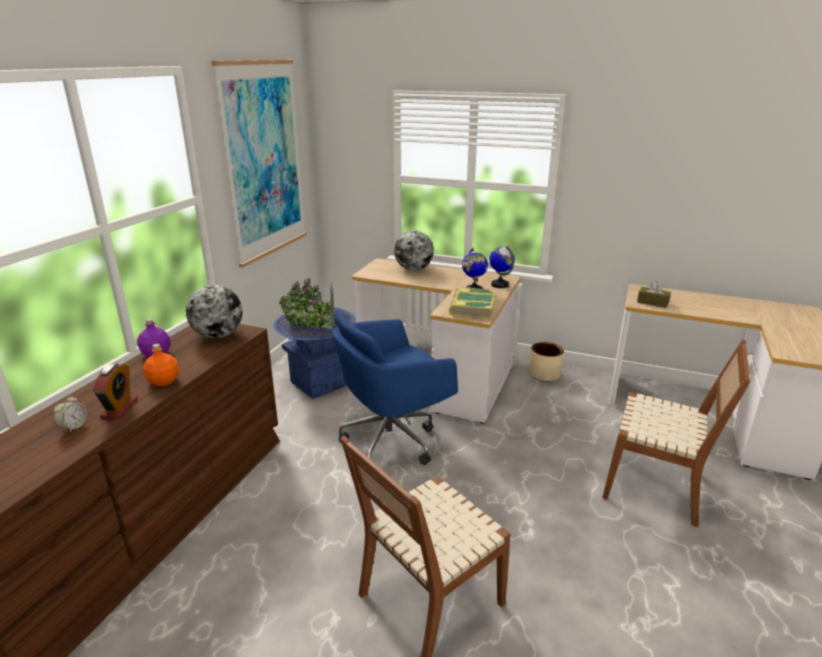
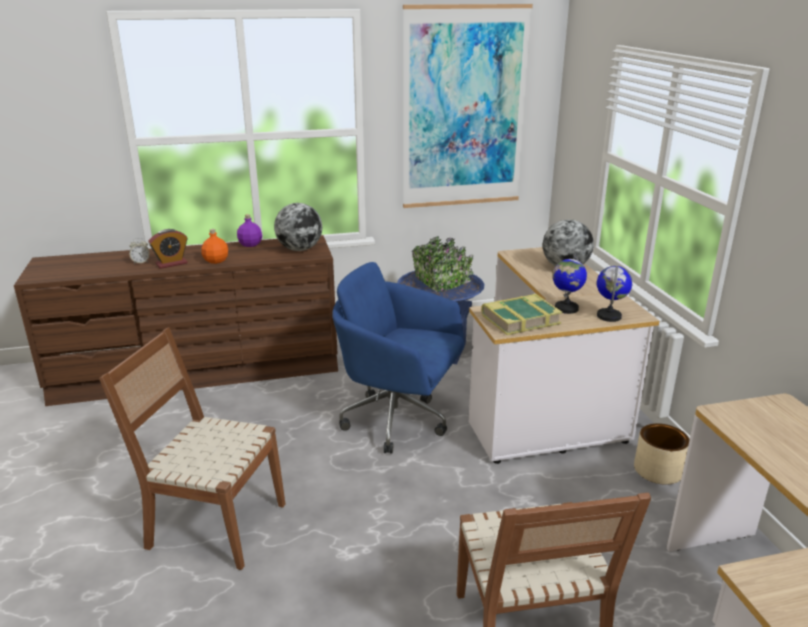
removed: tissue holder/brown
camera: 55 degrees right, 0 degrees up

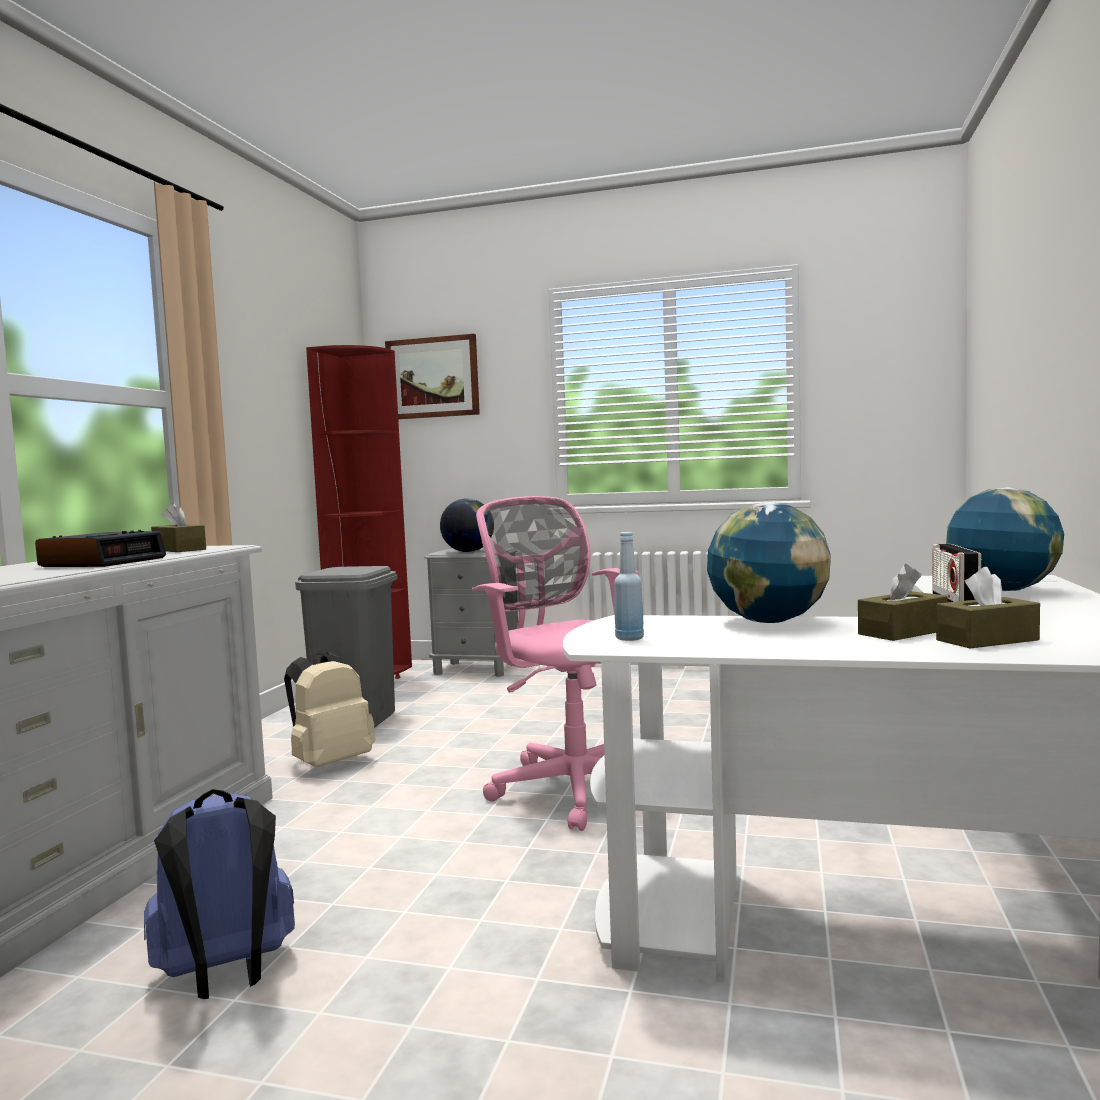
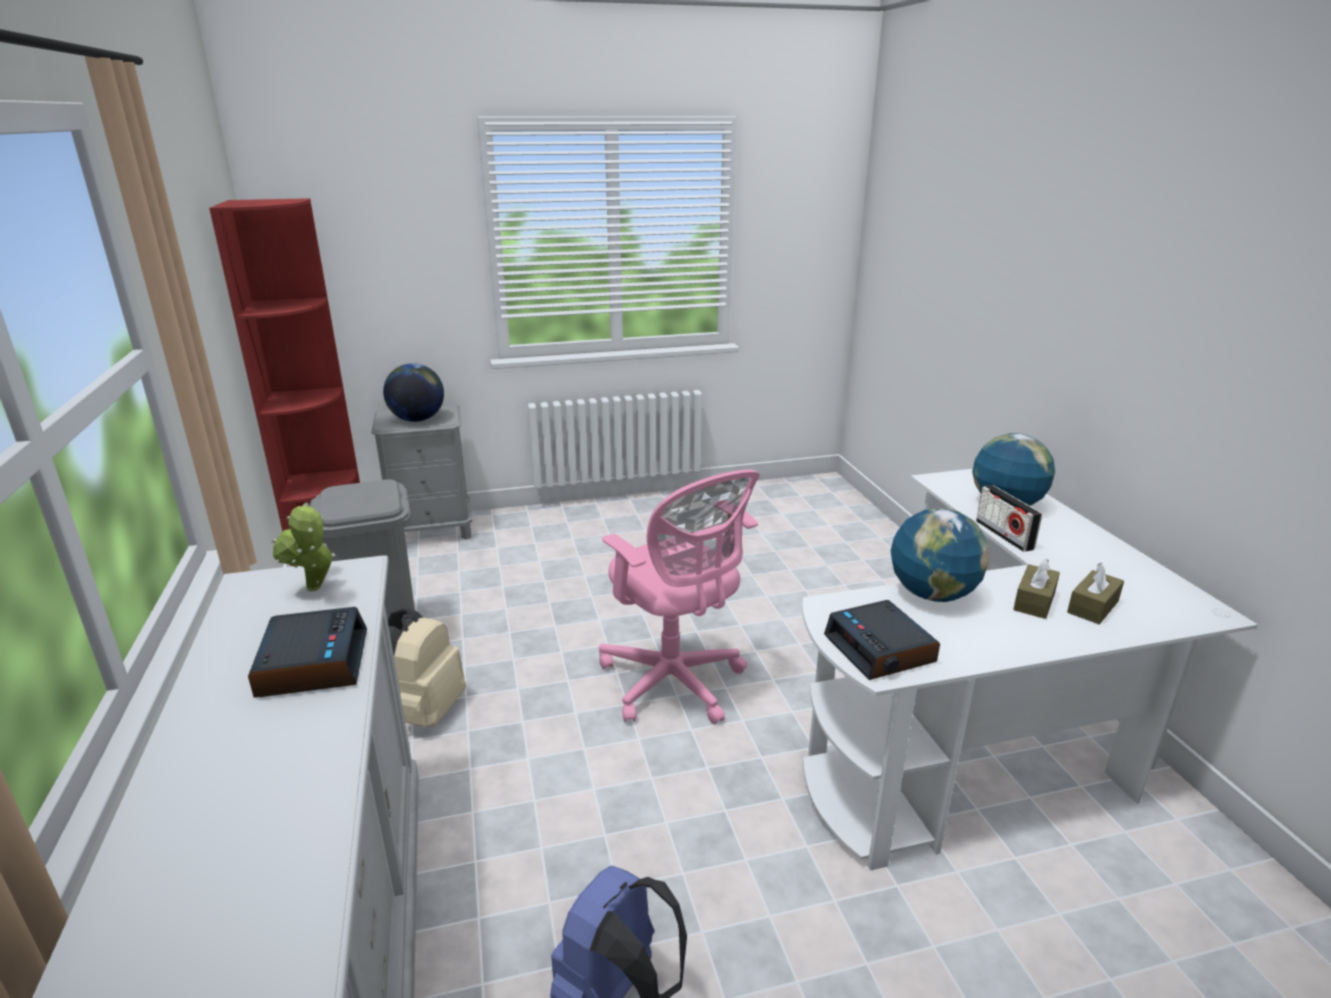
removed: wall picture
replaced: tissue holder/brown (1st from left) to houseplant; drink bottle/blue-coloured to table clock (2nd from left)
turned: computer chair/pink 150 degrees counterclockwise
camera: 30 degrees left, 20 degrees up

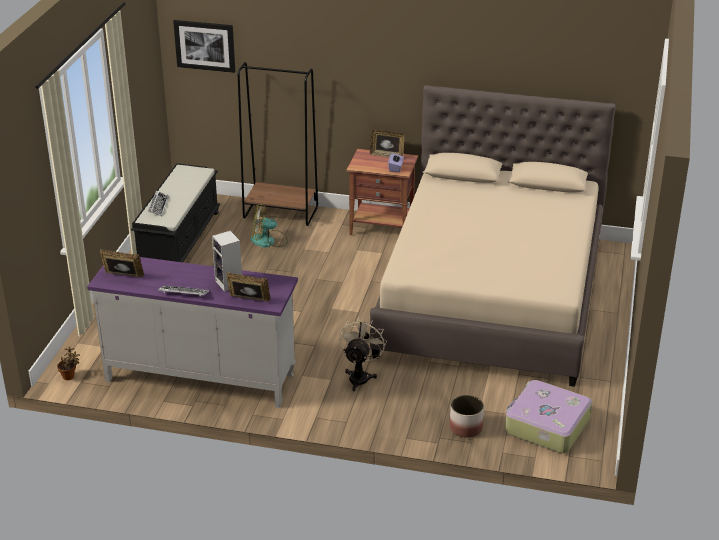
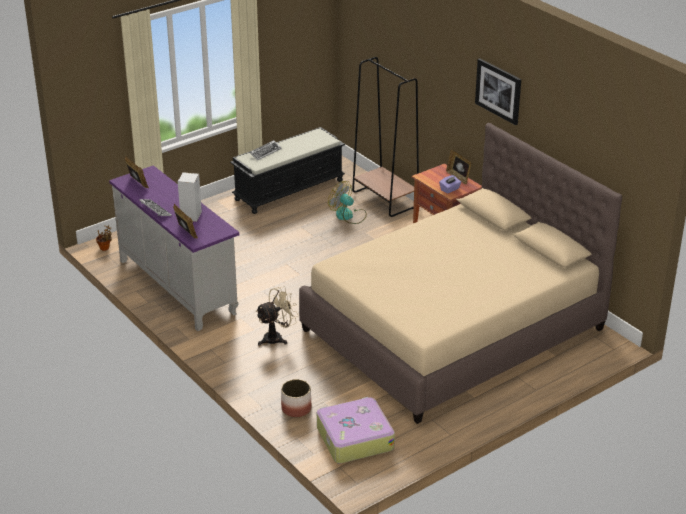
moved: wall picture
camera: 40 degrees right, 0 degrees up

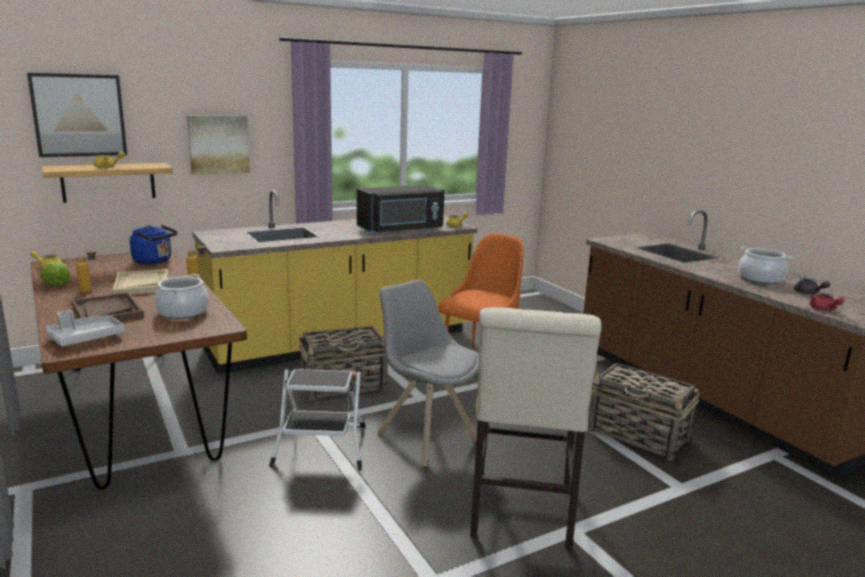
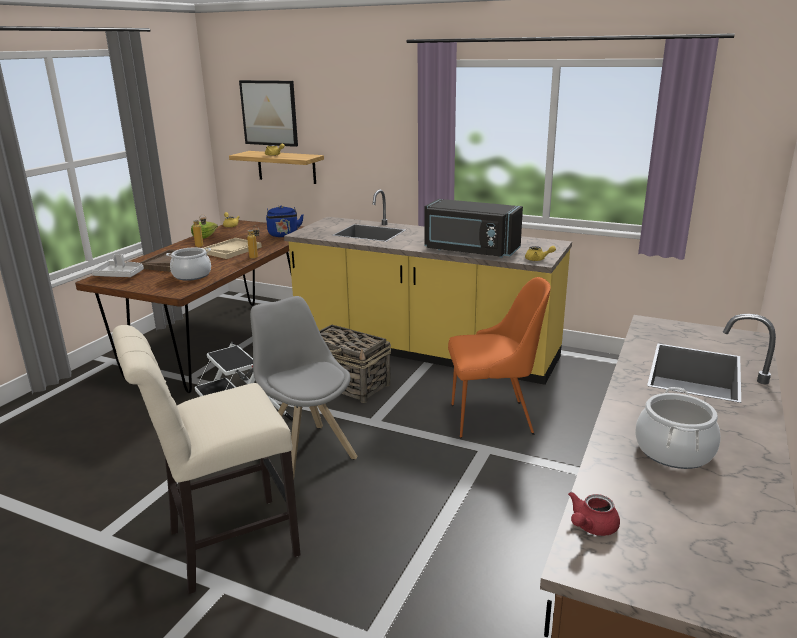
removed: wall picture (2nd from left); teapot/gray; household basket (2nd from left)
turned: upright chair/gray 45 degrees counterclockwise
camera: 55 degrees right, 5 degrees up

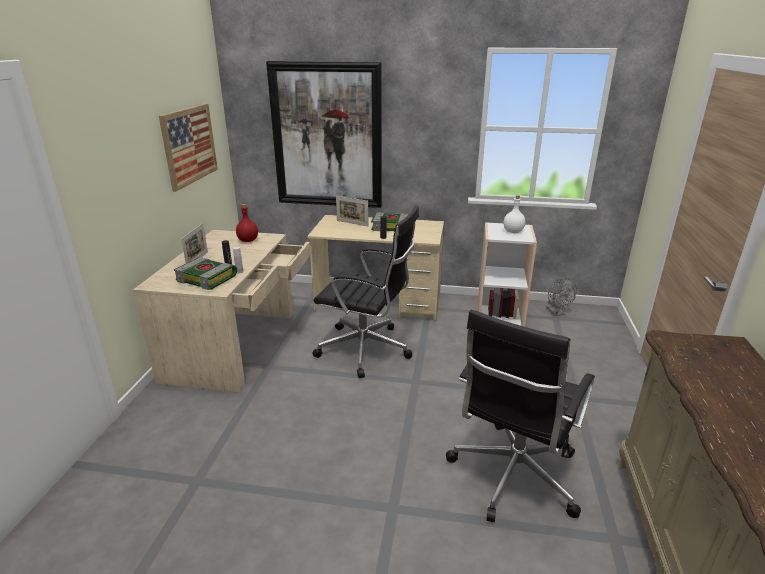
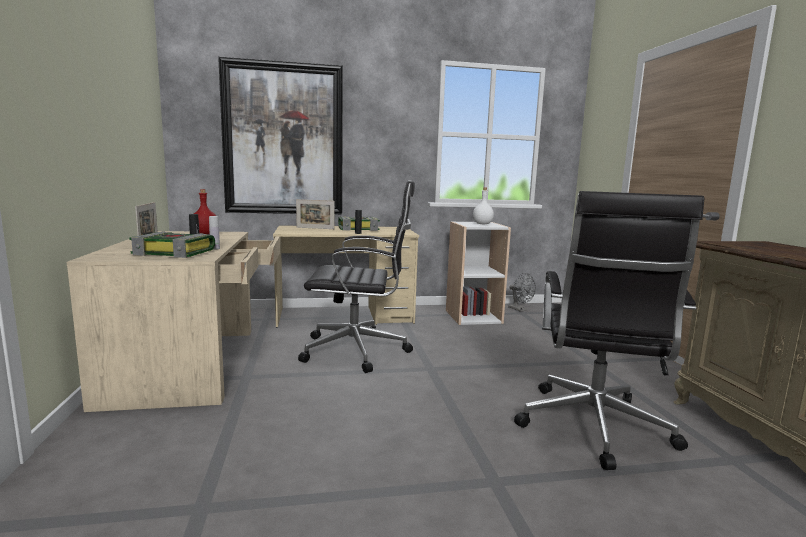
removed: wall picture (1st from left)
camera: 20 degrees left, 15 degrees down

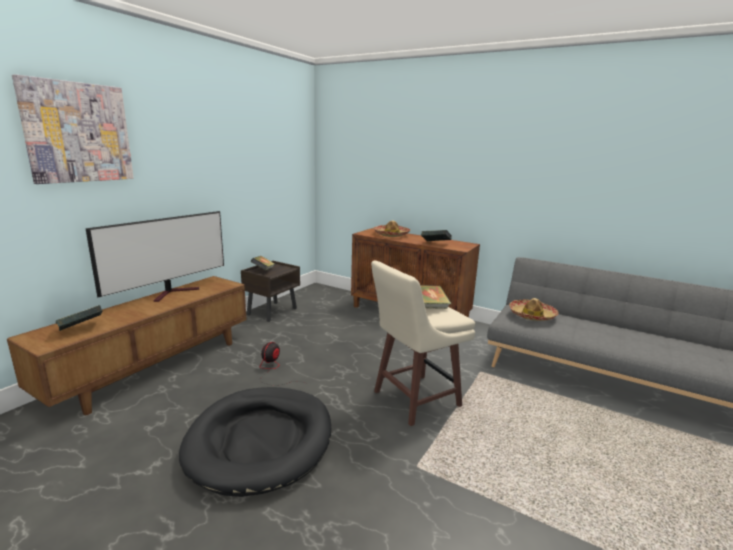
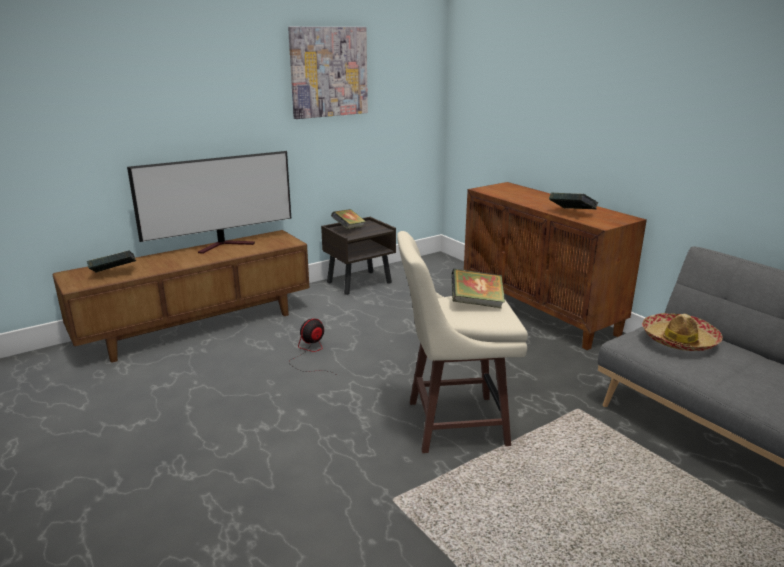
removed: wearable hat (1st from left); dog cushion/blackish
moved: wall picture
camera: 25 degrees right, 5 degrees up

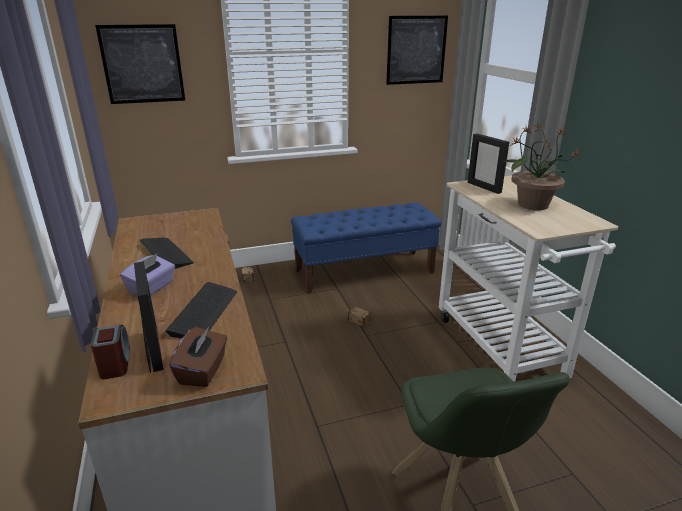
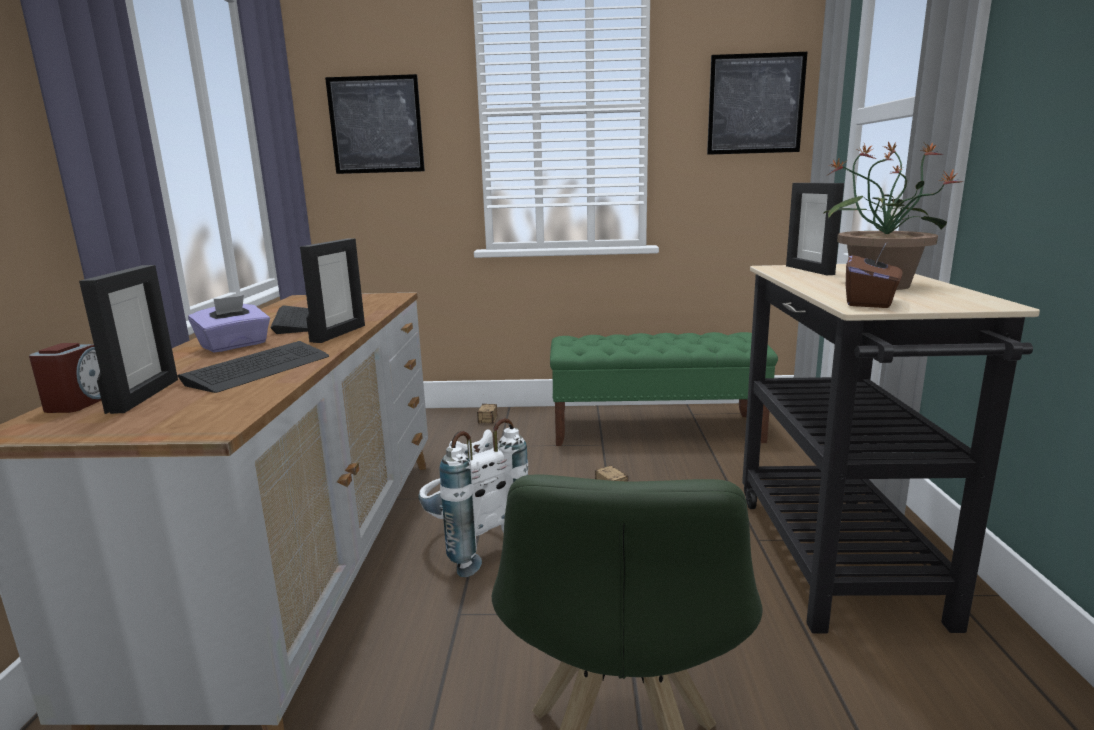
added: standing frame (2nd from left); knapsack/whitish
moved: tissue holder/brown
recoloured: cart/whitish to cart/blackish; long seat/blue-coloured to long seat/green-coloured
camera: 20 degrees right, 10 degrees down

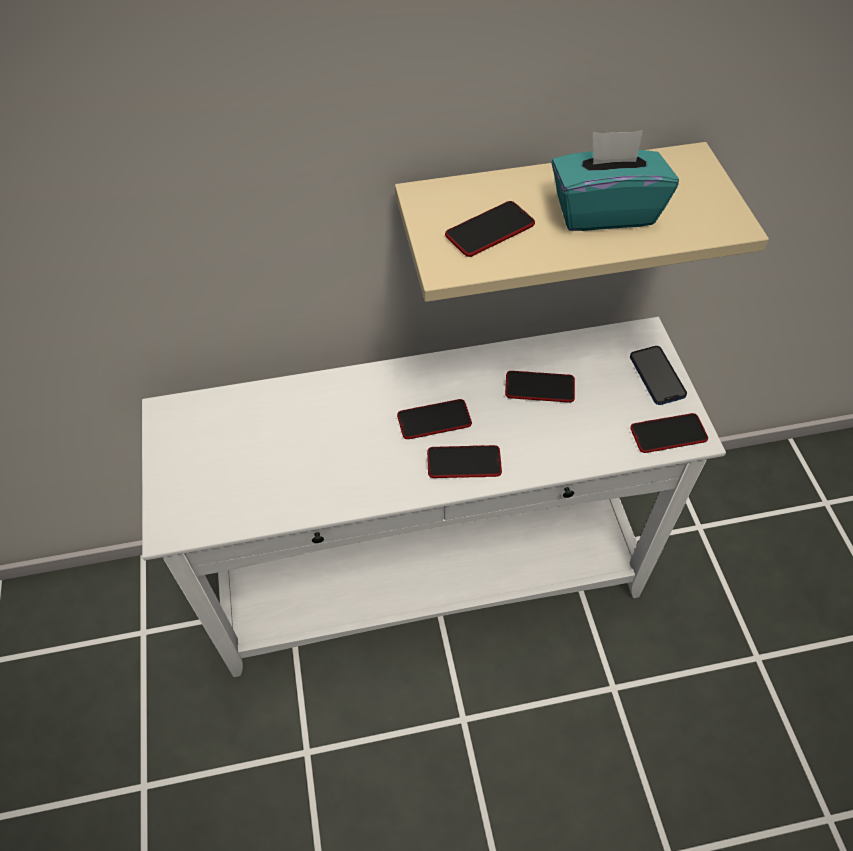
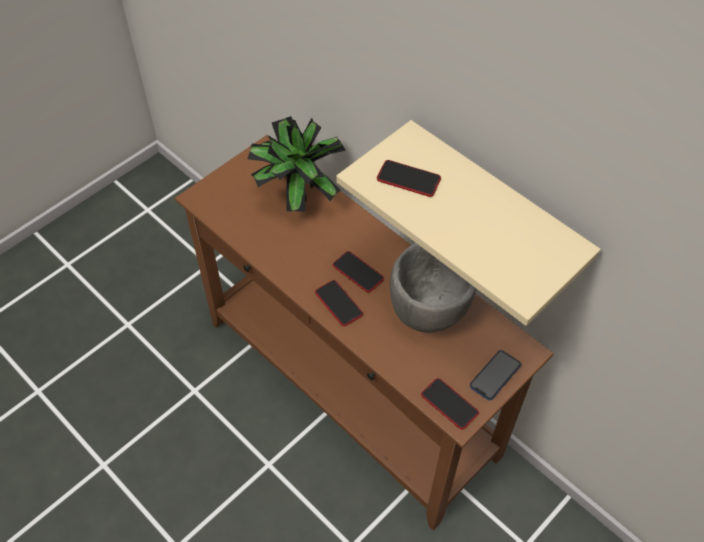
removed: tissue holder/turquoise-coloured
added: houseplant
replaced: telephone (4th from left) to serving bowl/gray
recoloured: narrow table/whitish to narrow table/brown
camera: 55 degrees right, 0 degrees up

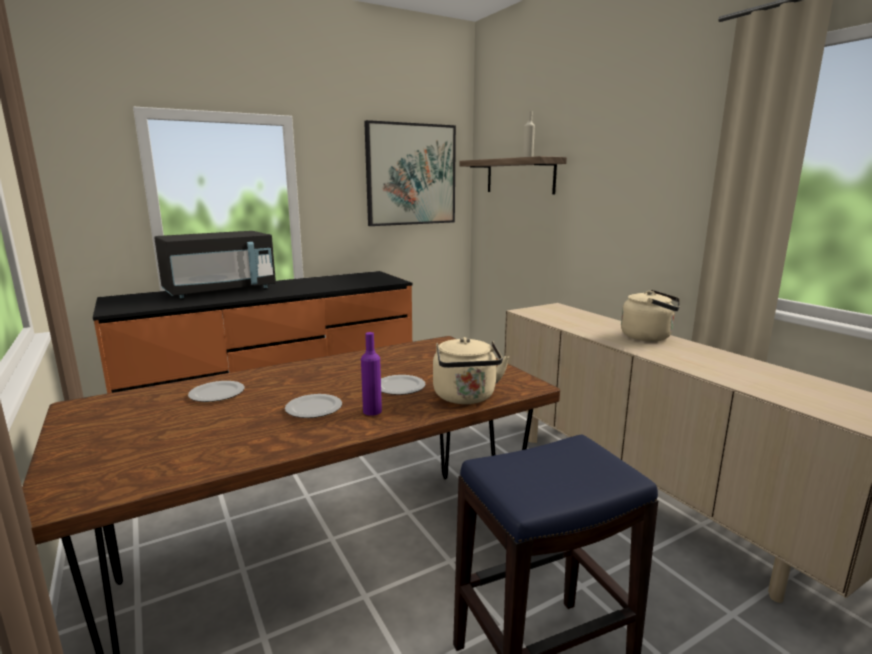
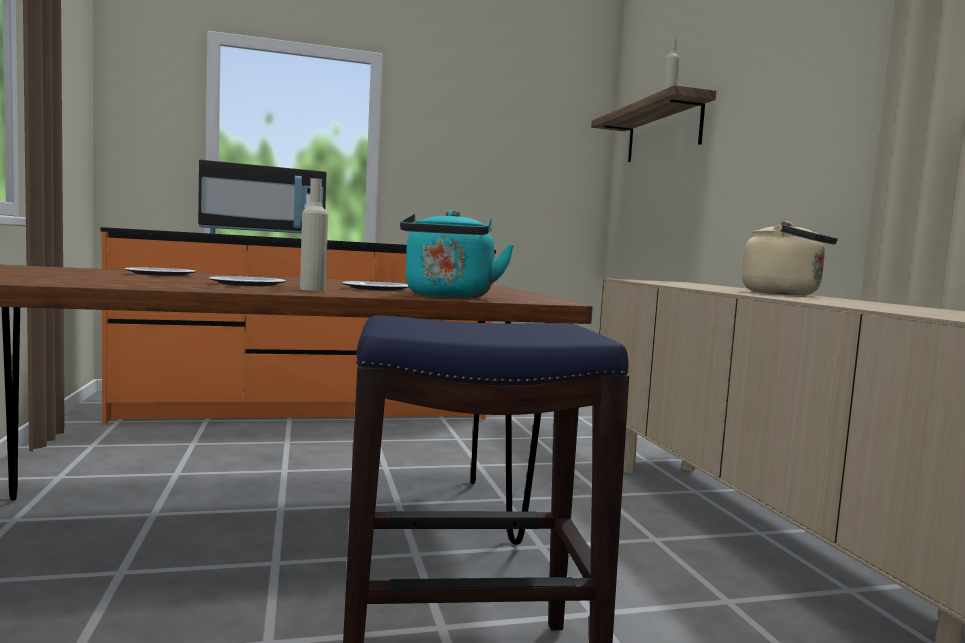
removed: wall picture
recoloured: drink bottle/purple to drink bottle/sand-coloured (1st from left); water kettle/sand-coloured (1st from left) to water kettle/turquoise-coloured
camera: 15 degrees right, 10 degrees down

